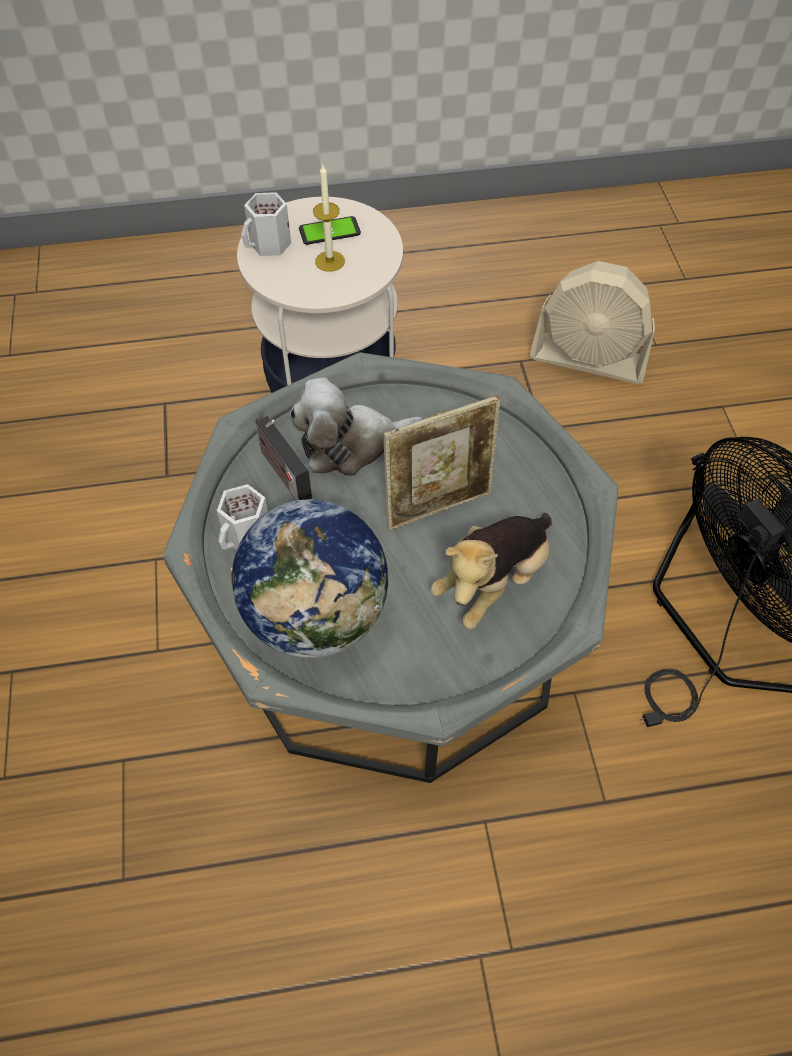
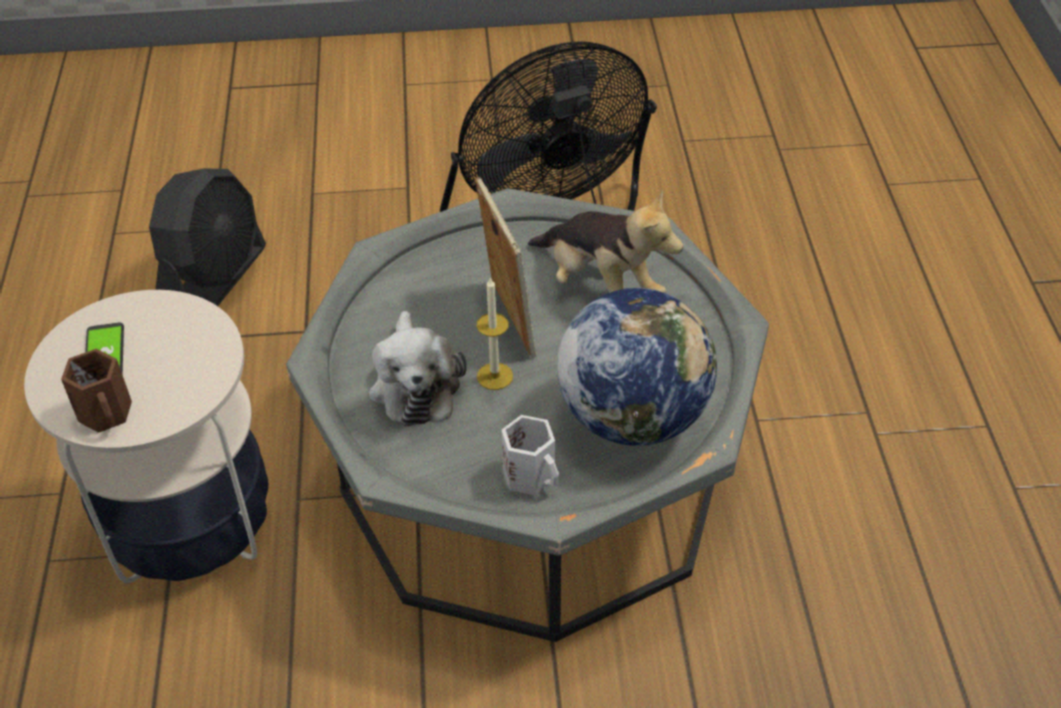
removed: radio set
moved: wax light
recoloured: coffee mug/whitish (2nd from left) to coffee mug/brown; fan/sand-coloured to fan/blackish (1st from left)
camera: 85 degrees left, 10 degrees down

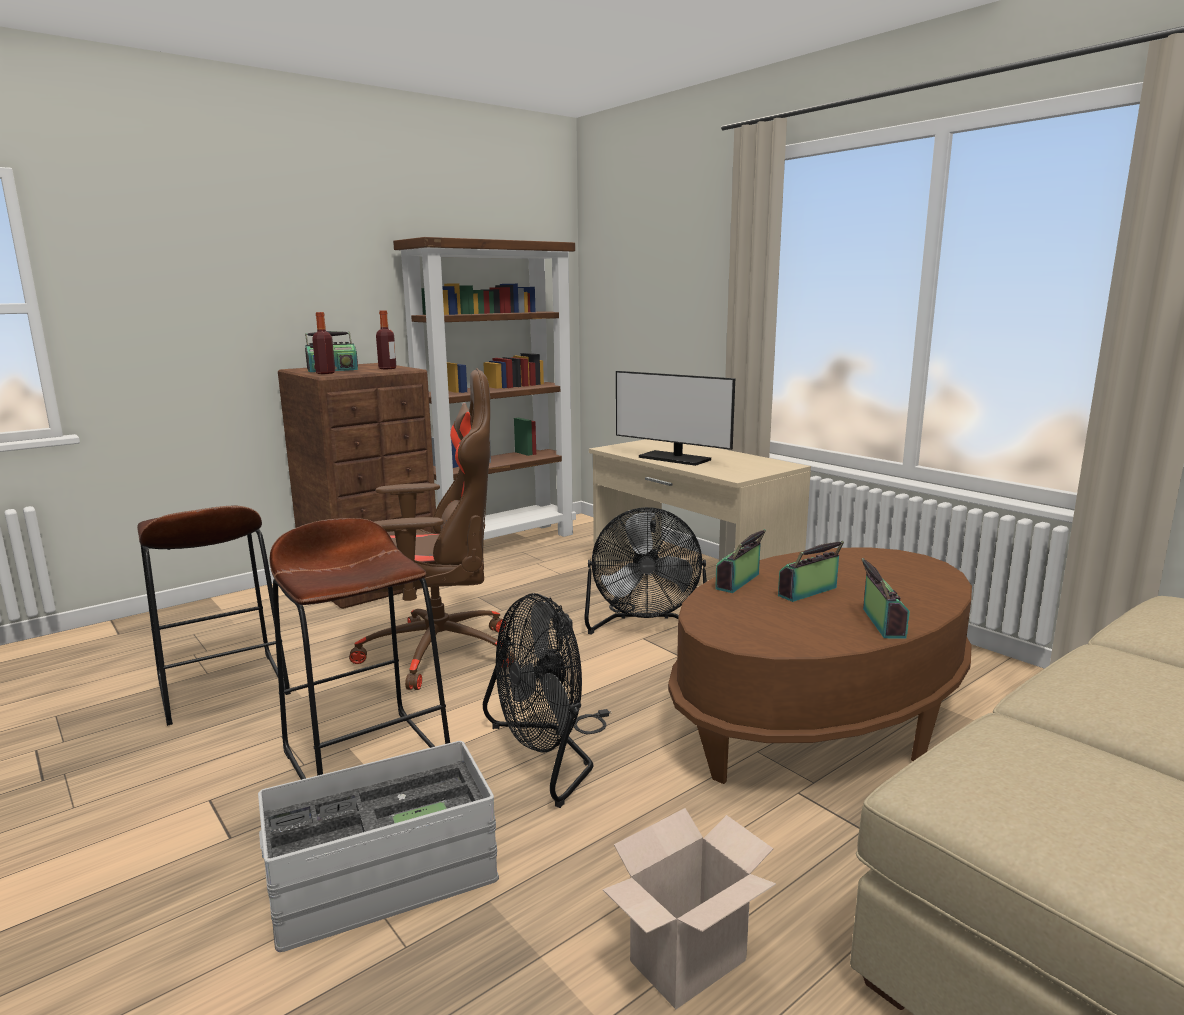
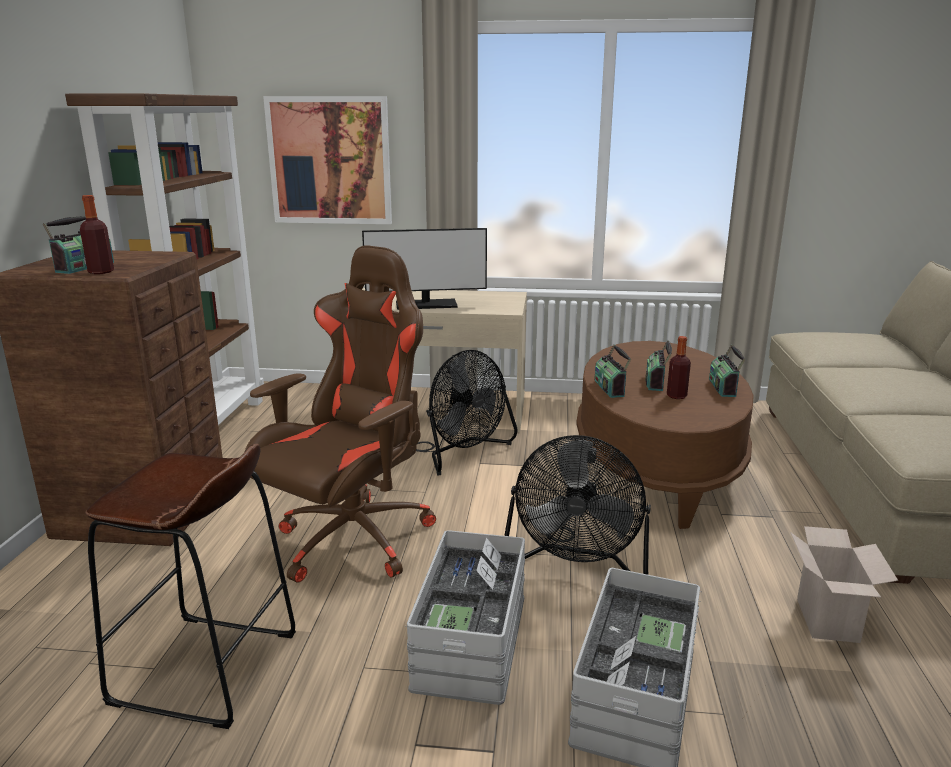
added: wall picture
moved: drink bottle (2nd from left)
replaced: stool/brown (2nd from left) to storage container/gray (1st from left)
turned: radio set (4th from left) 135 degrees counterclockwise
camera: 45 degrees left, 5 degrees up

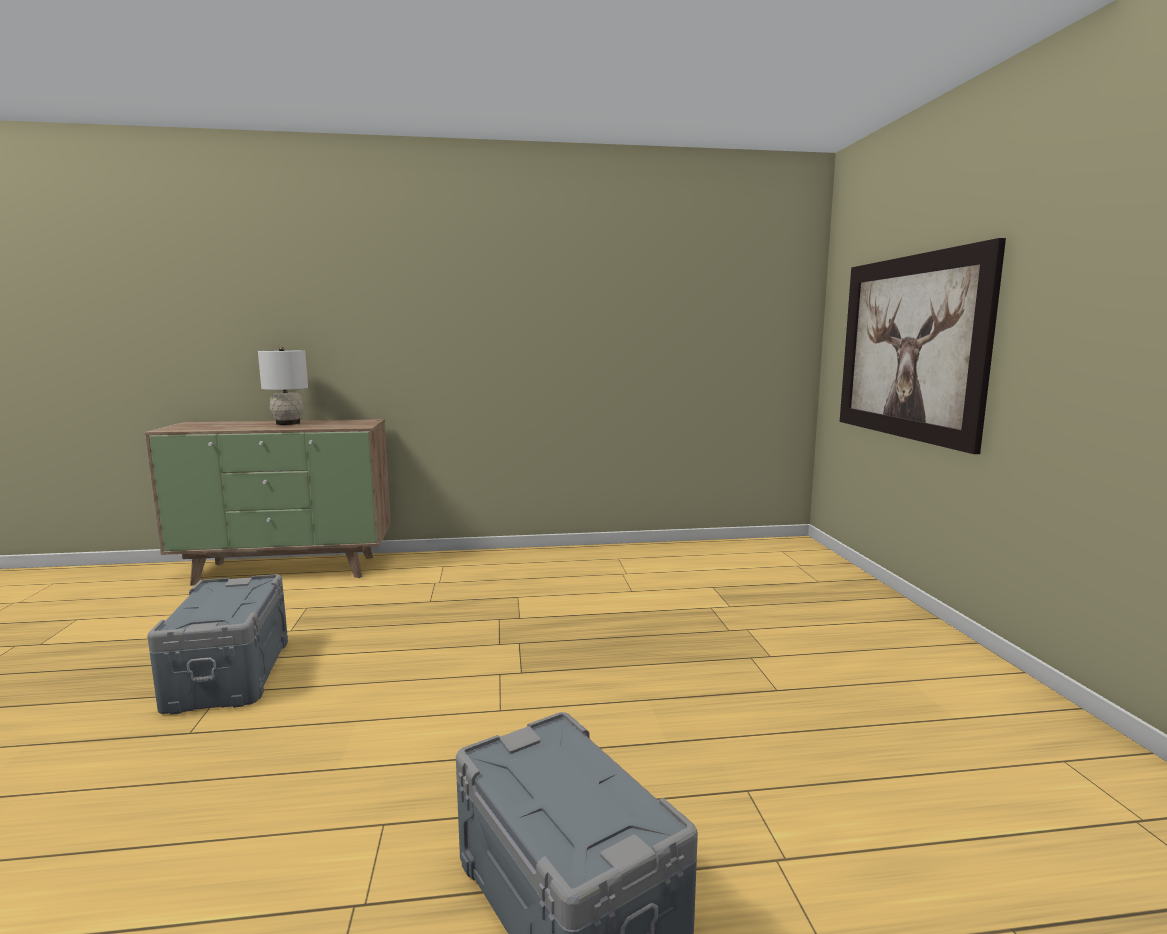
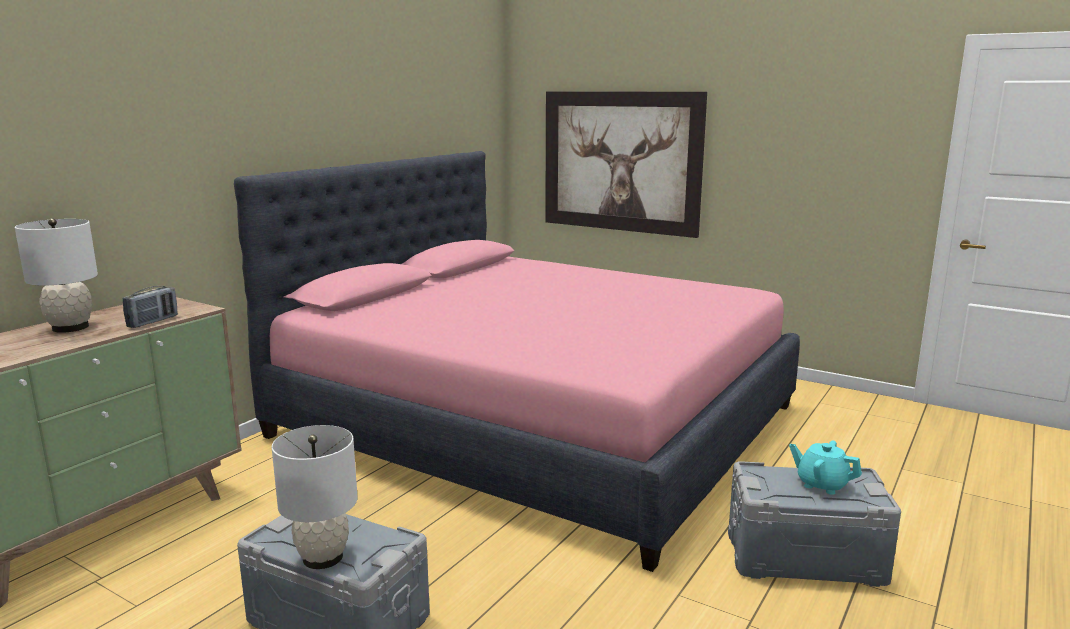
added: sleeping bed/pink; radio set; table lamp/whitish (2nd from left); teapot/turquoise-coloured
camera: 50 degrees left, 5 degrees up

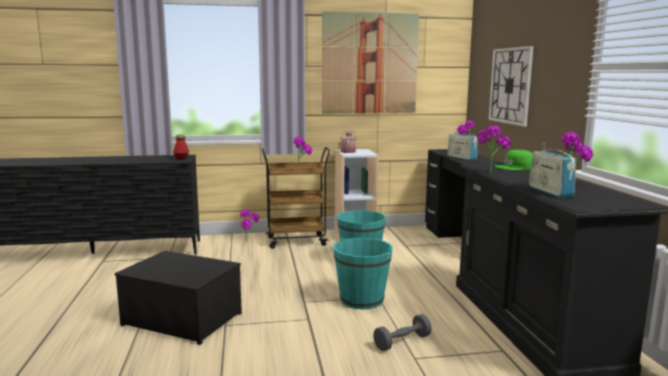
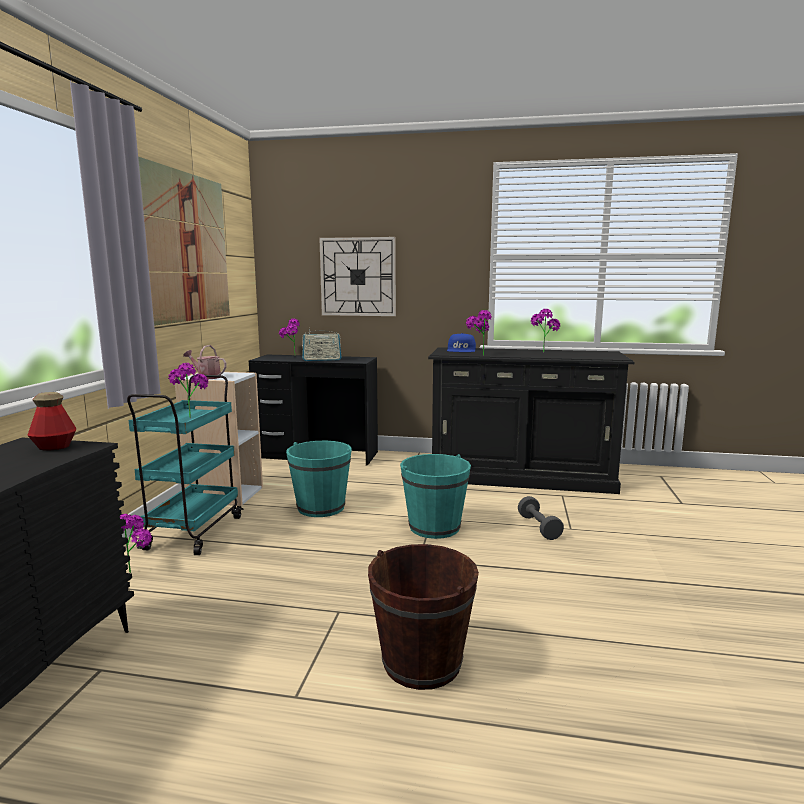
removed: radio set (2nd from left)
replaced: storage container to bucket/brown
recoloured: cart/brown to cart/turquoise-coloured; cap/green-coloured to cap/blue-coloured
camera: 70 degrees left, 0 degrees up

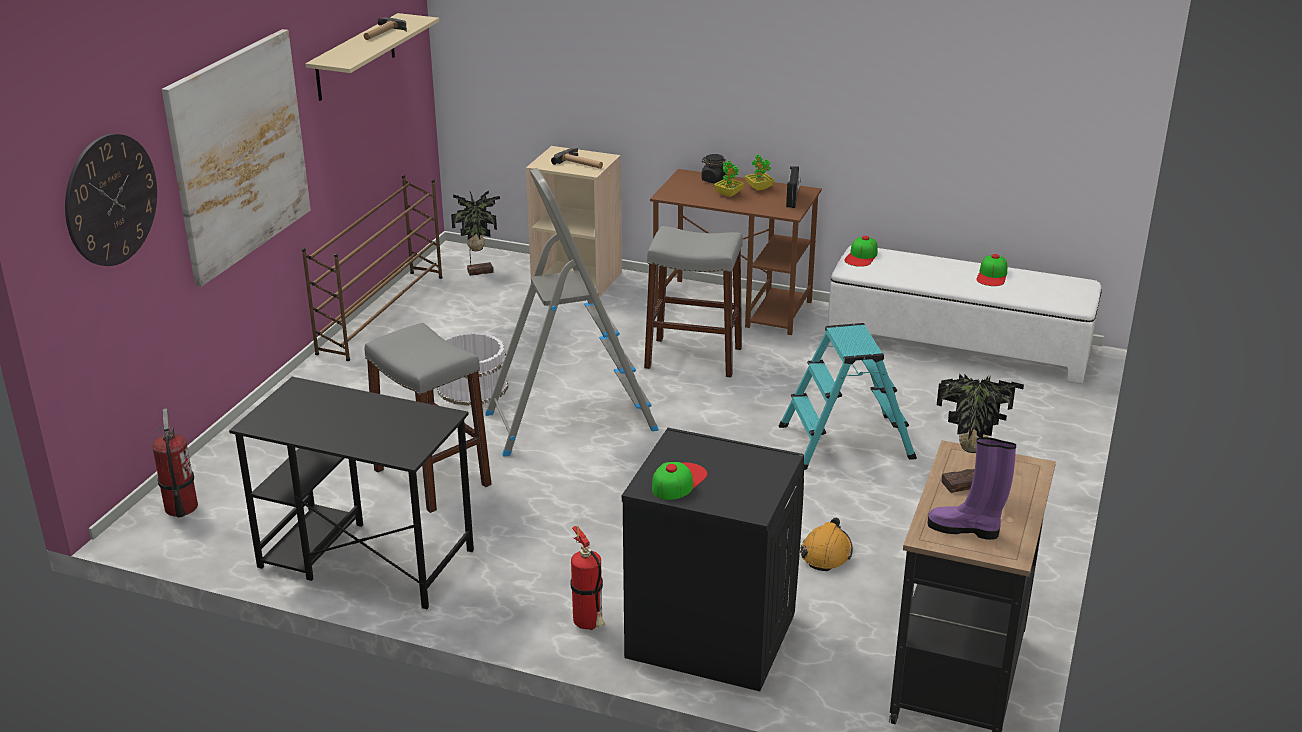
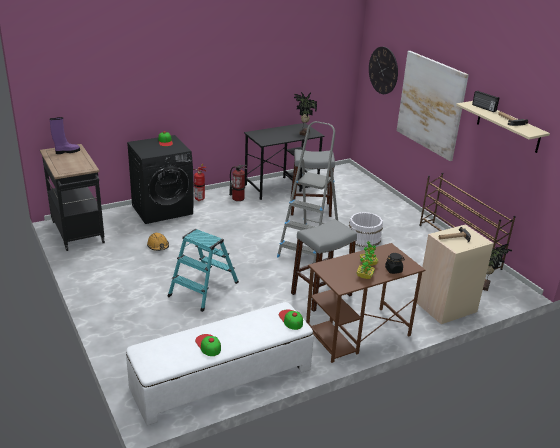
moved: radio set; houseplant (4th from left in the first image) to houseplant (1st from left); fire-fighting cylinder (1st from left in the first image) to fire-fighting cylinder (2nd from left)
camera: 130 degrees right, 0 degrees up

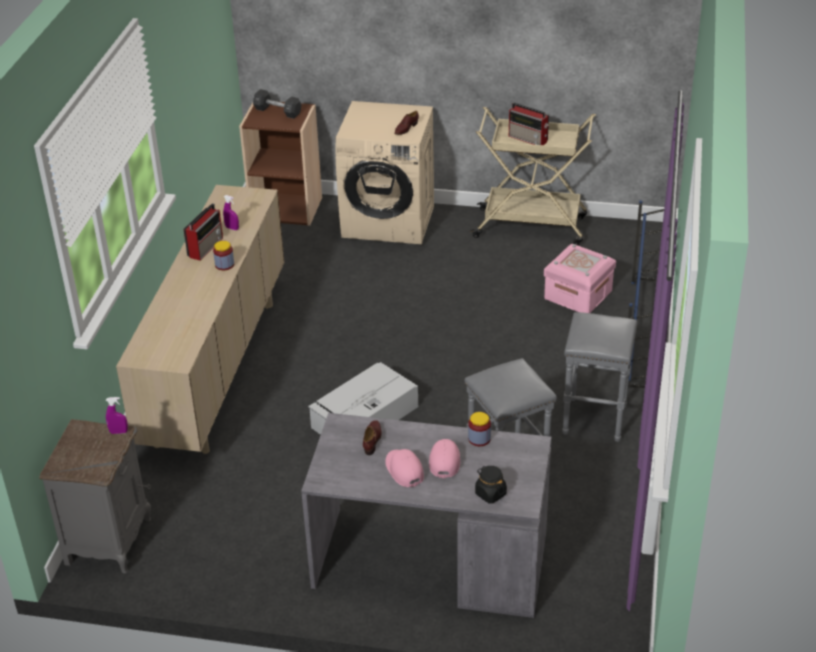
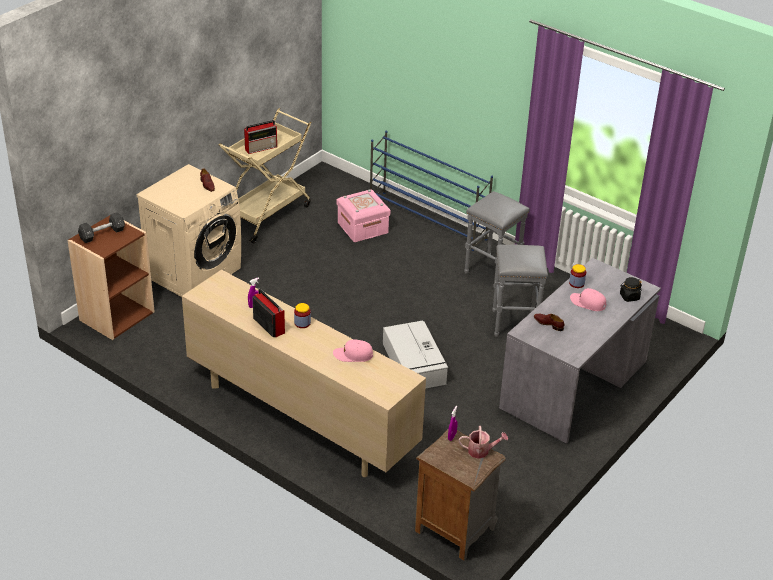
added: watering pot
moved: cap/pink (1st from left)
camera: 65 degrees left, 0 degrees up

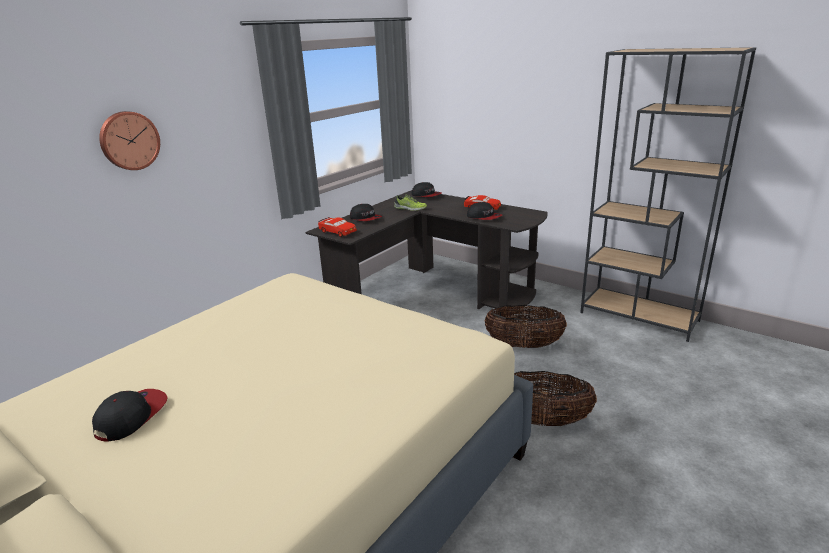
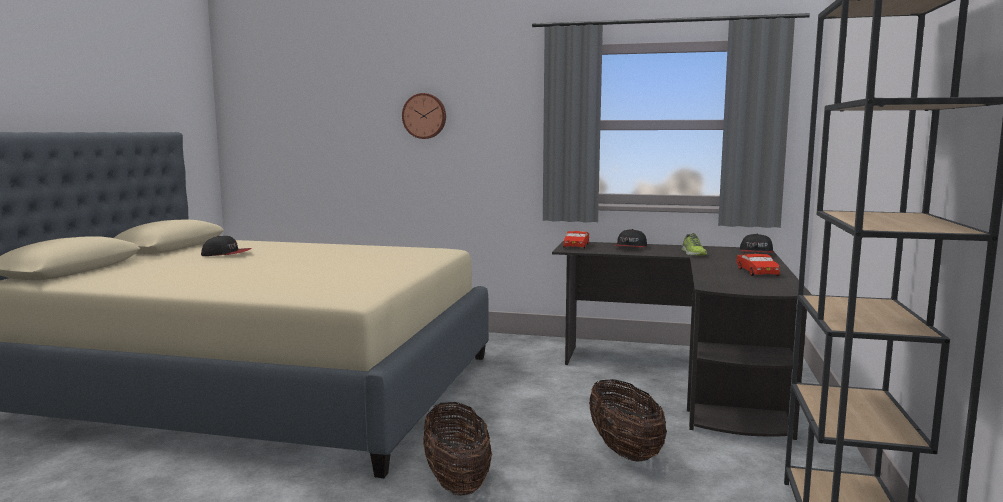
removed: cap (4th from left)
camera: 65 degrees right, 15 degrees down

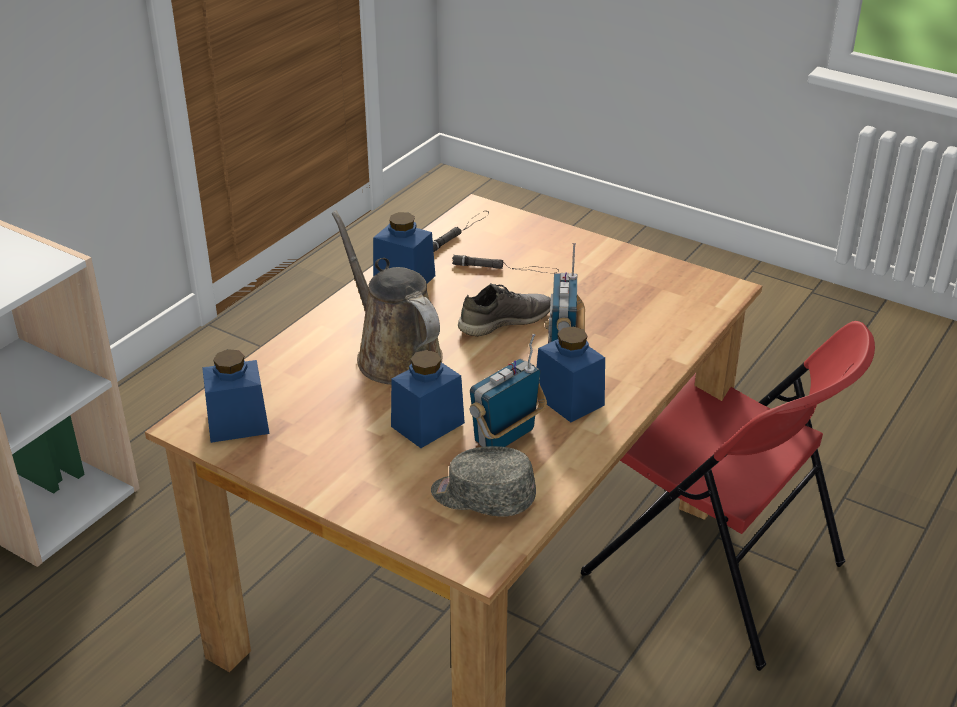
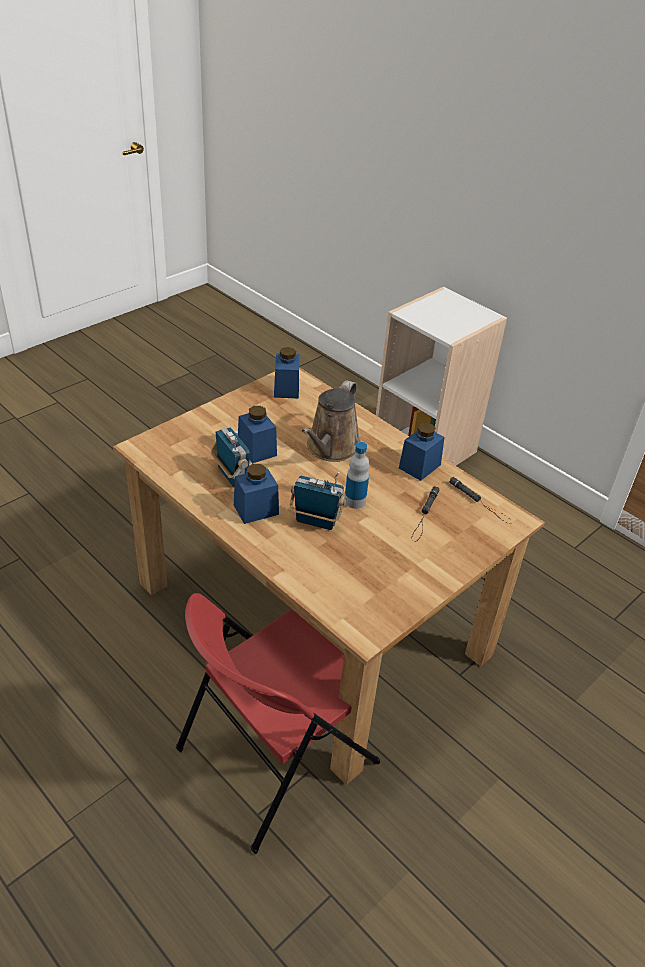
removed: cap/gray
replaced: item of footwear/gray to drink bottle
turned: watering pot/brown 135 degrees clockwise
camera: 100 degrees right, 5 degrees up

